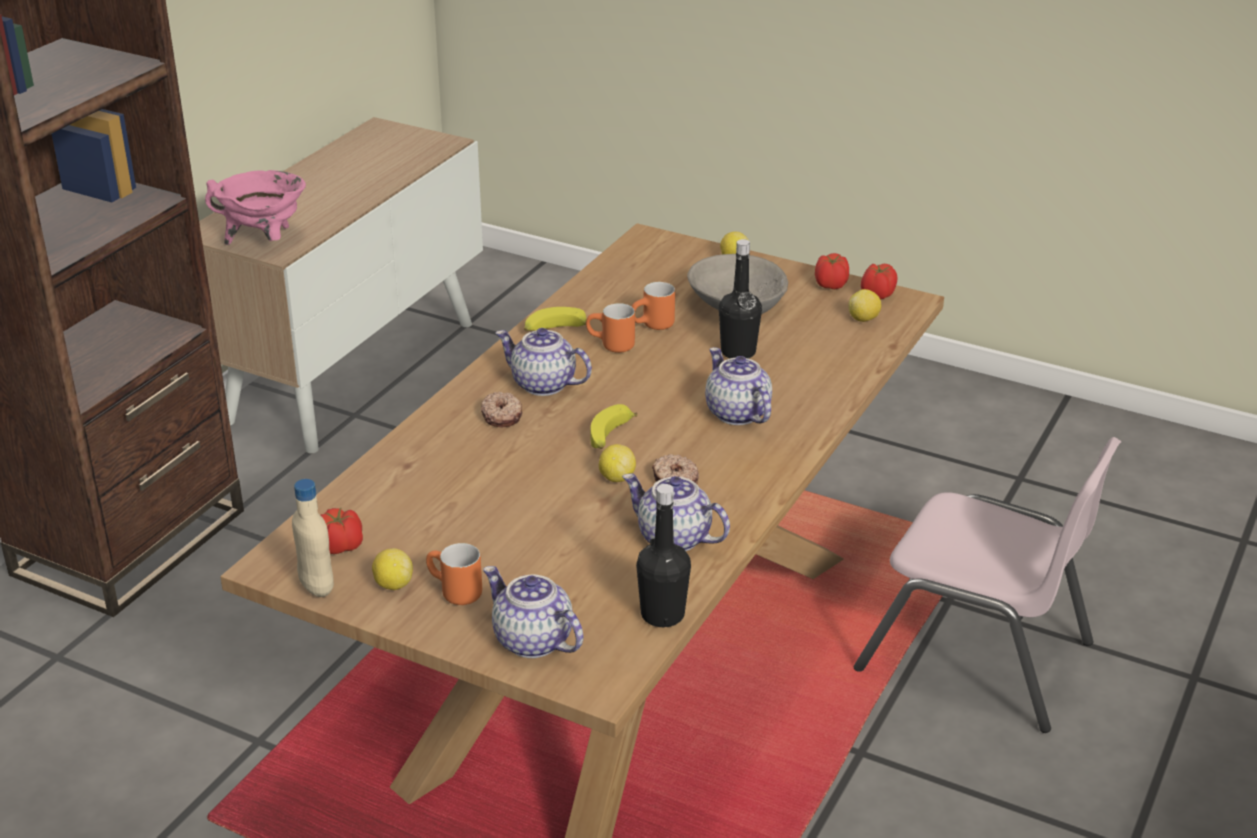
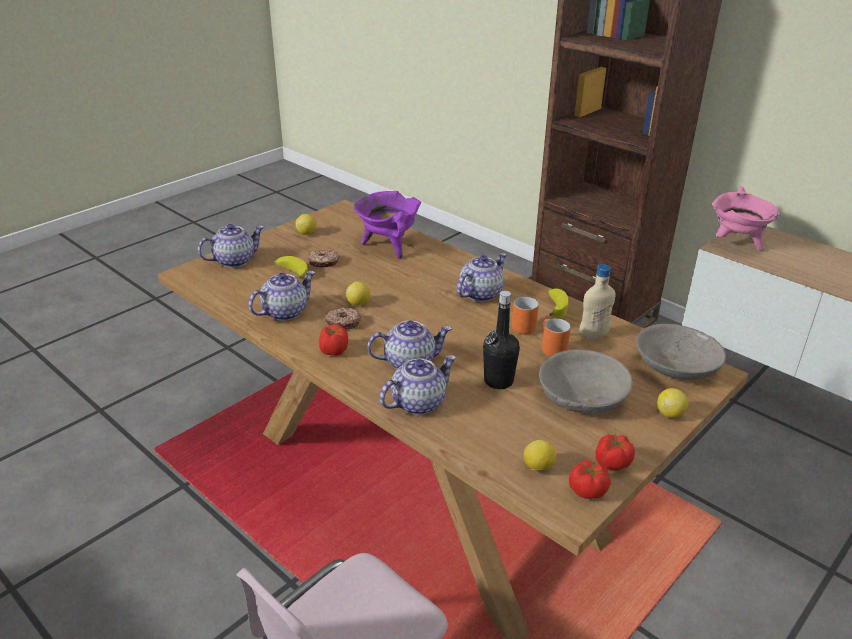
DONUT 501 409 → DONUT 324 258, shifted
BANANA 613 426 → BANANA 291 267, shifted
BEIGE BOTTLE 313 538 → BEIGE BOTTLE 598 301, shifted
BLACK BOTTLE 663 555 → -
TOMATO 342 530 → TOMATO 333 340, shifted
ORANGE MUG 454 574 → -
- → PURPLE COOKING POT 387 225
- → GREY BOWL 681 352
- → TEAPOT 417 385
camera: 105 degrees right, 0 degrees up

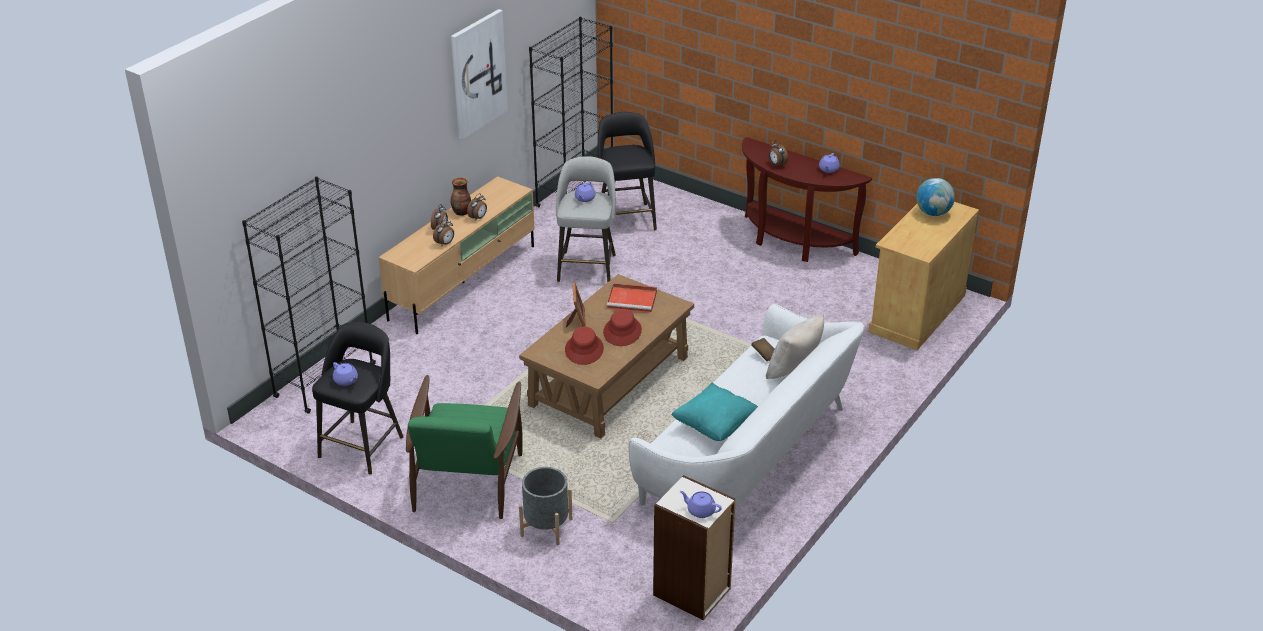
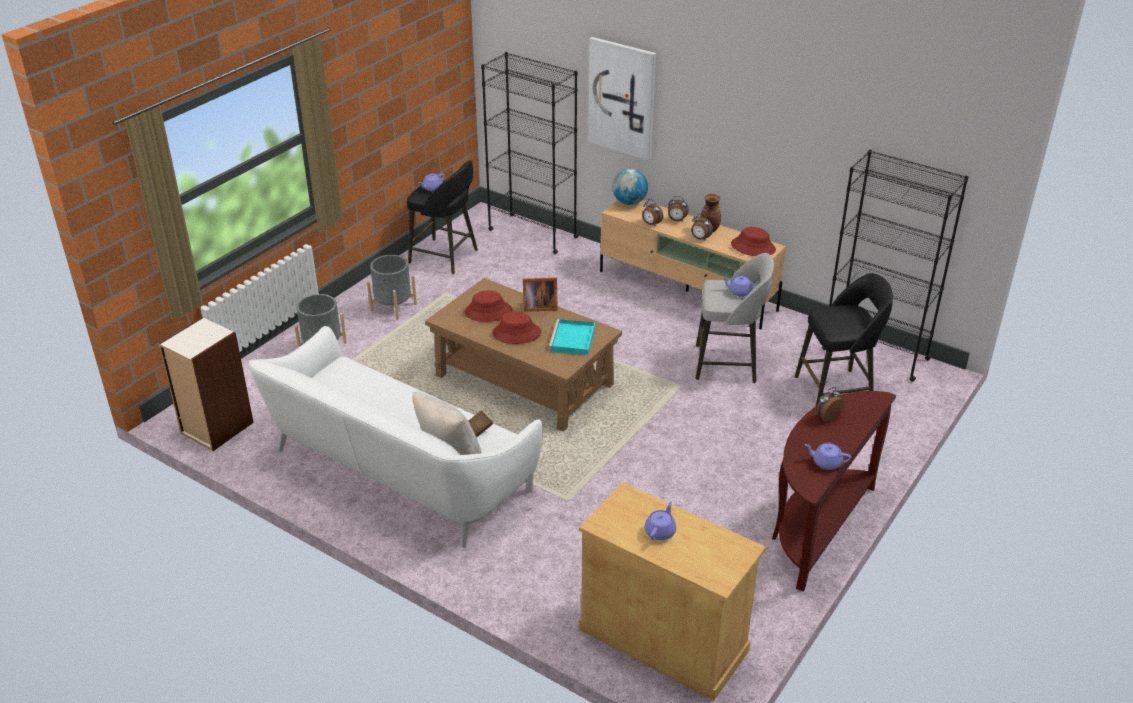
PICTURE 479 74 → PICTURE 622 98, shifted
GLOBE 935 197 → GLOBE 630 187, shifted
RED TRAY 632 298 → TURQUOISE TRAY 572 337
GREEN ARMCHAIR 464 447 → GREY PLANTER 392 287
TURQUOISE PILLOW 714 412 → -
PURPLE TEAPOT 701 504 → PURPLE TEAPOT 660 520, shifted
- → RED HAT 753 241
camera: 90 degrees right, 0 degrees up

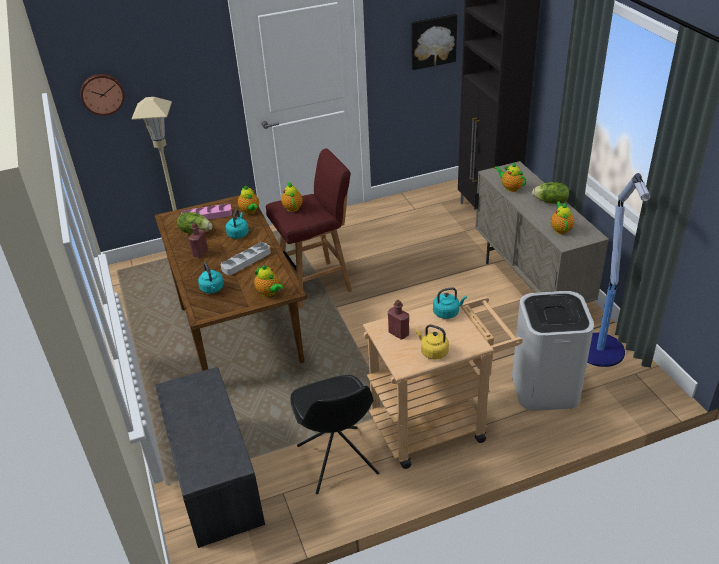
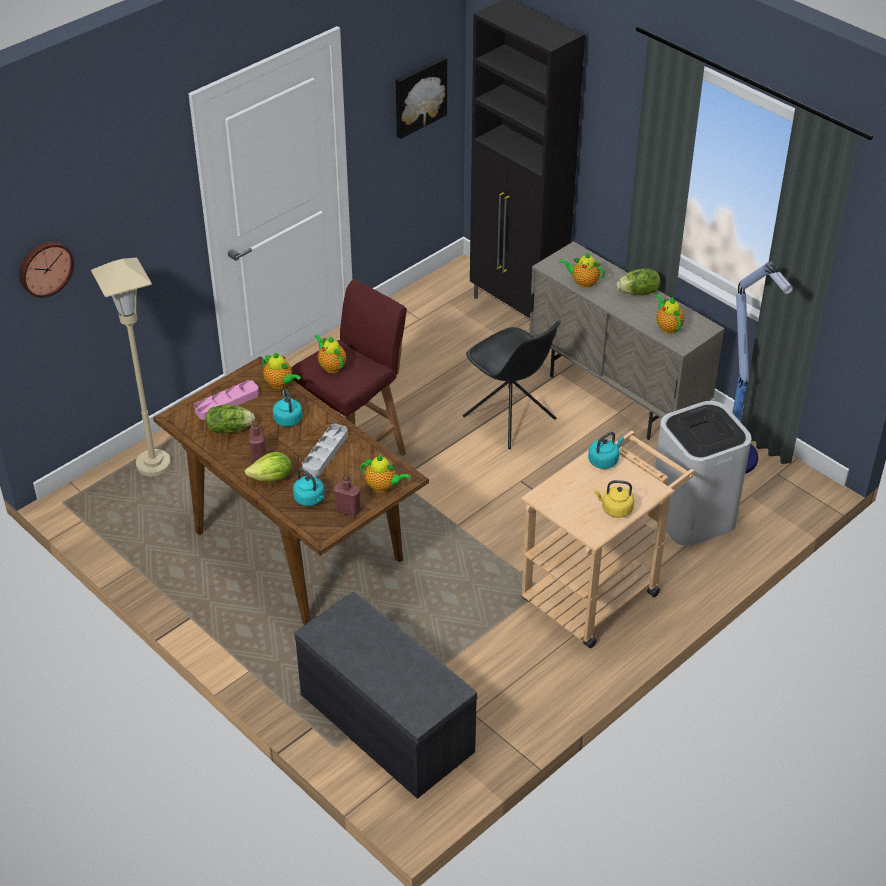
RED BOTTLE 398 320 → RED BOTTLE 347 495, shifted
BLACK CHAIR 334 434 → BLACK CHAIR 512 384, shifted
- → LETTUCE 268 467
camera: 25 degrees left, 5 degrees up

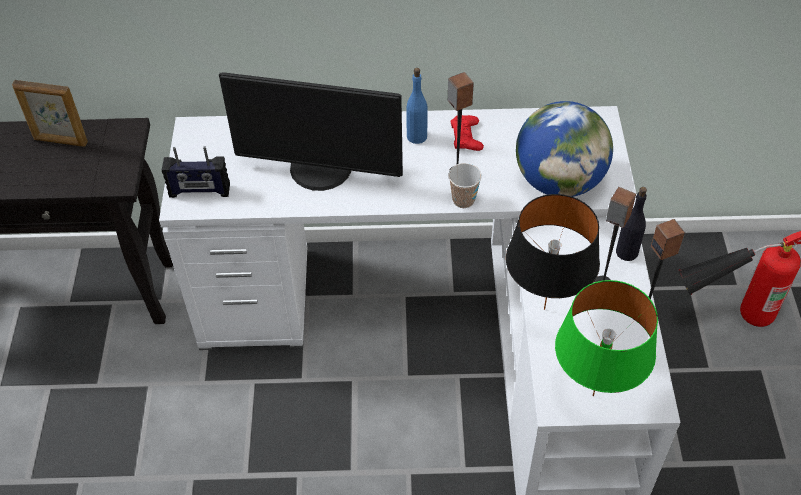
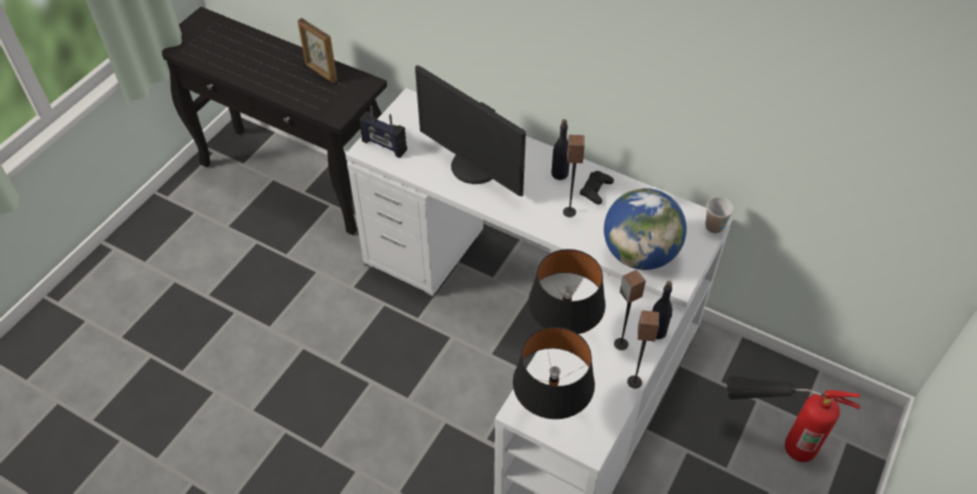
BLUE BOTTLE 417 106 → BLACK BOTTLE 560 149
RED GAME CONTROLLER 467 133 → BLACK GAME CONTROLLER 597 188
CUP 465 185 → CUP 719 215, shifted
GREEN TABLE LAMP 606 338 → BLACK TABLE LAMP 554 373
camera: 30 degrees right, 0 degrees up

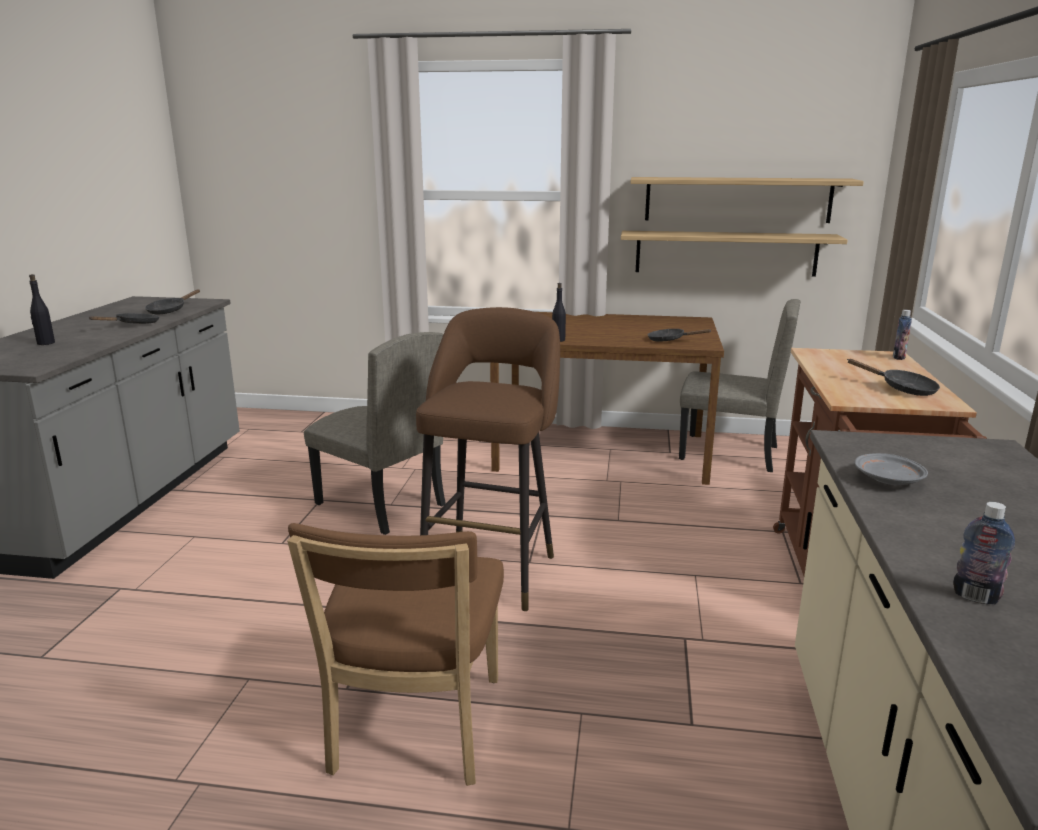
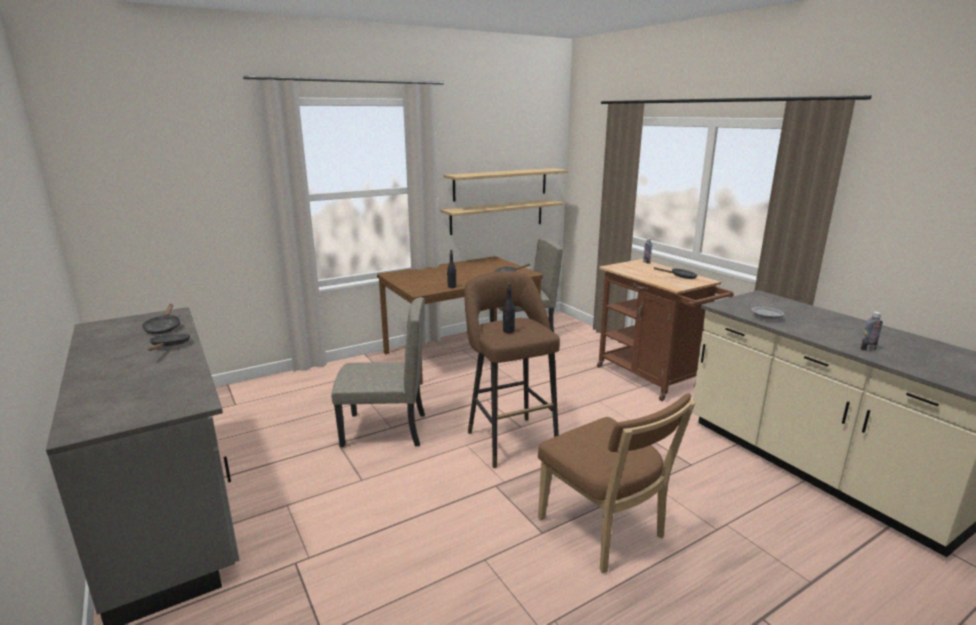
BLACK BOTTLE 42 309 → BLACK BOTTLE 509 308, shifted
camera: 40 degrees left, 0 degrees up

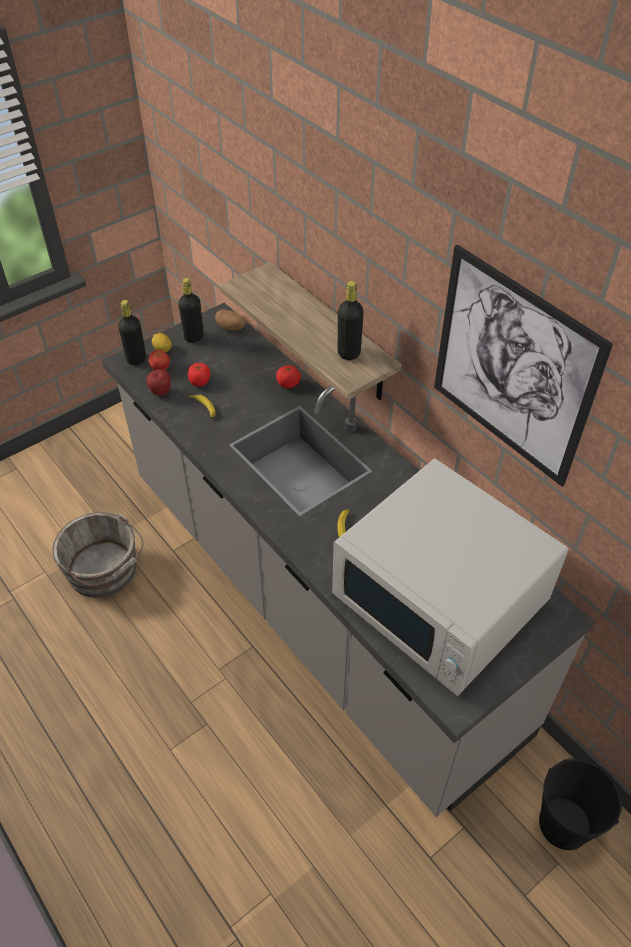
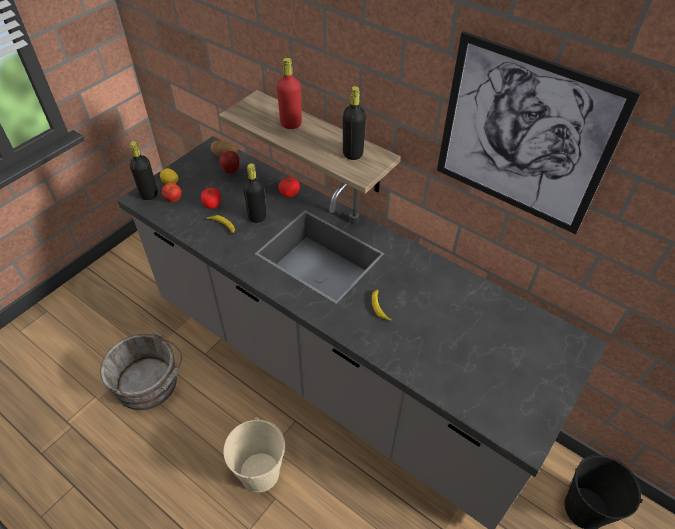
BLACK BOTTLE 191 310 → BLACK BOTTLE 255 193, shifted
APPLE 158 382 → APPLE 229 162, shifted
WHITE MICROWAVE 450 577 → -
- → RED BOTTLE 289 93
- → BEIGE BUCKET 254 455
camera: 15 degrees left, 0 degrees up

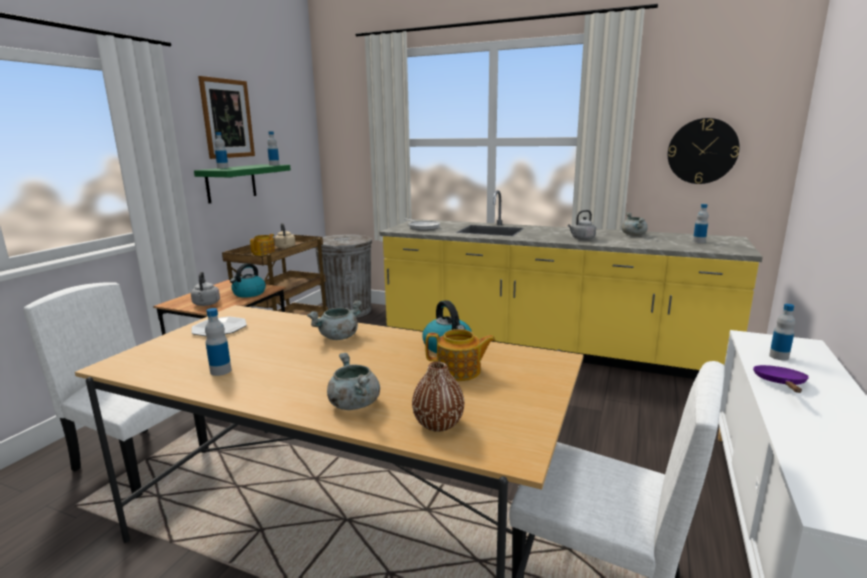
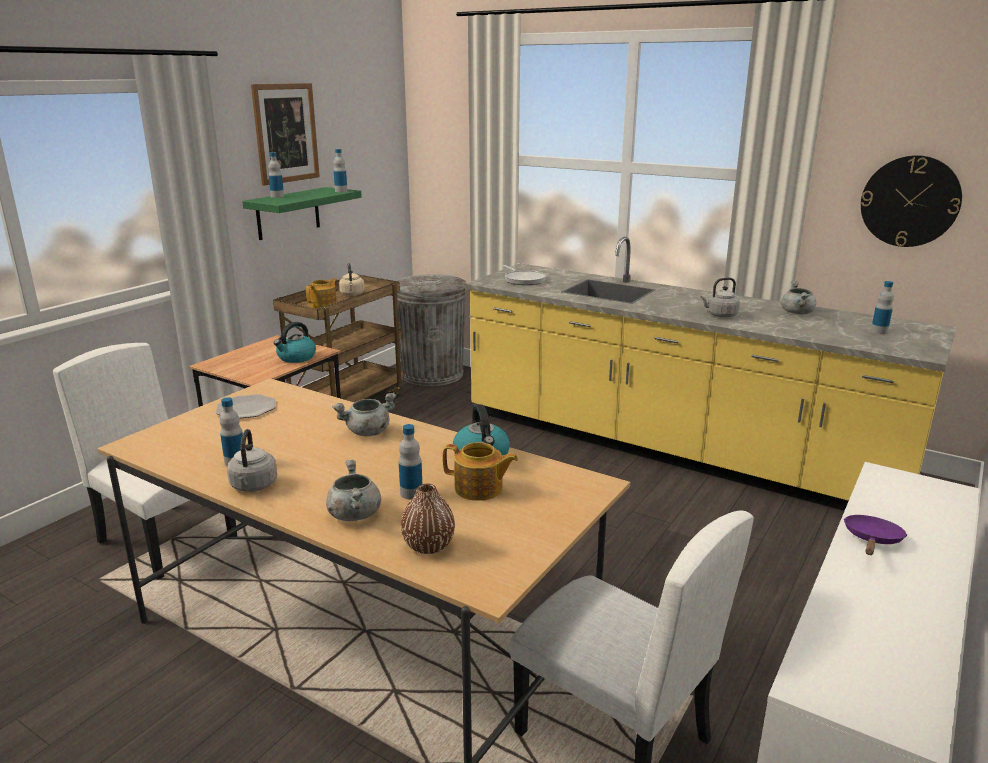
GREY KETTLE 205 289 → GREY KETTLE 252 460, shifted
BOTTLE 782 332 → BOTTLE 410 461, shifted
camera: 10 degrees right, 5 degrees up

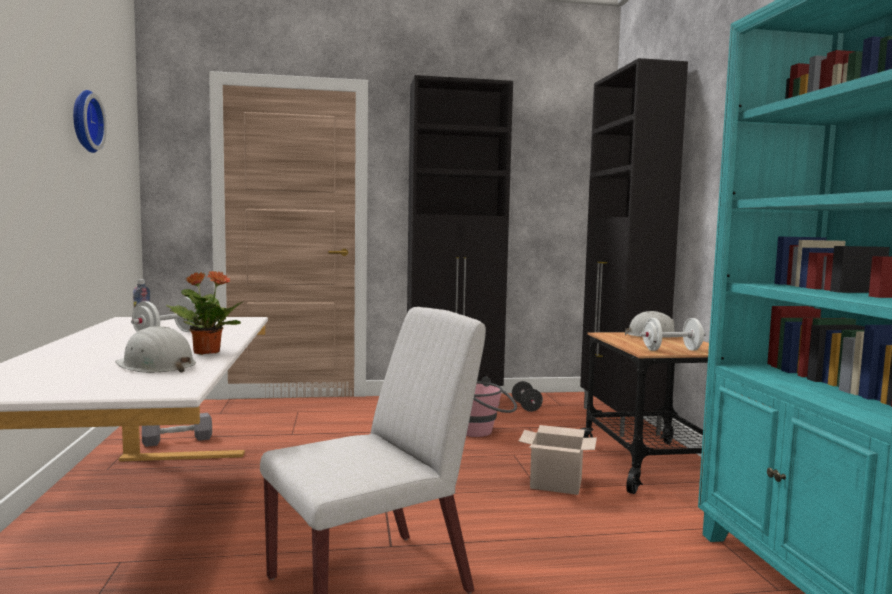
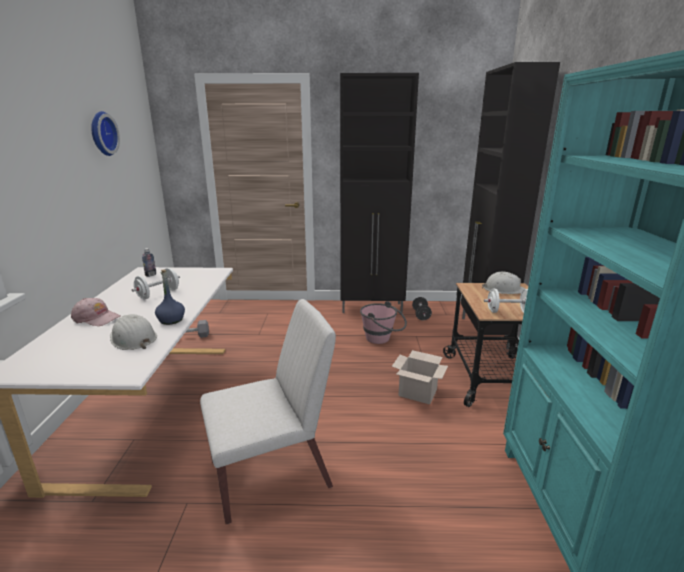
POTTED PLANT 205 313 → BLUE BOTTLE 170 297
- → PINK CAP 95 312
camera: 10 degrees right, 15 degrees up

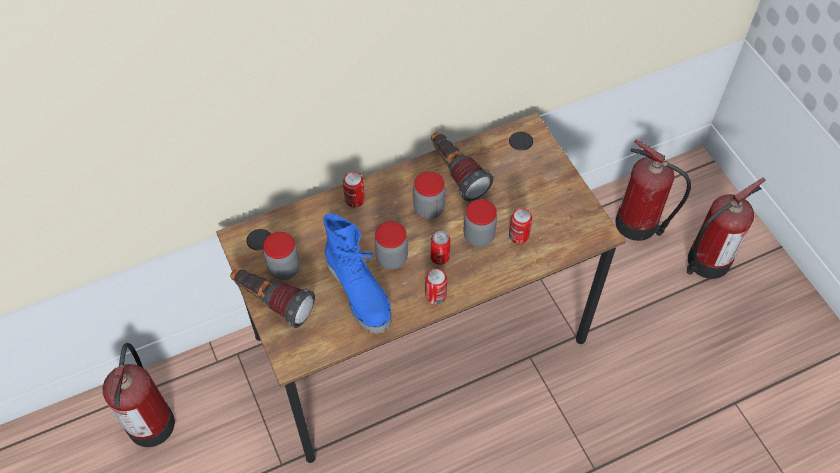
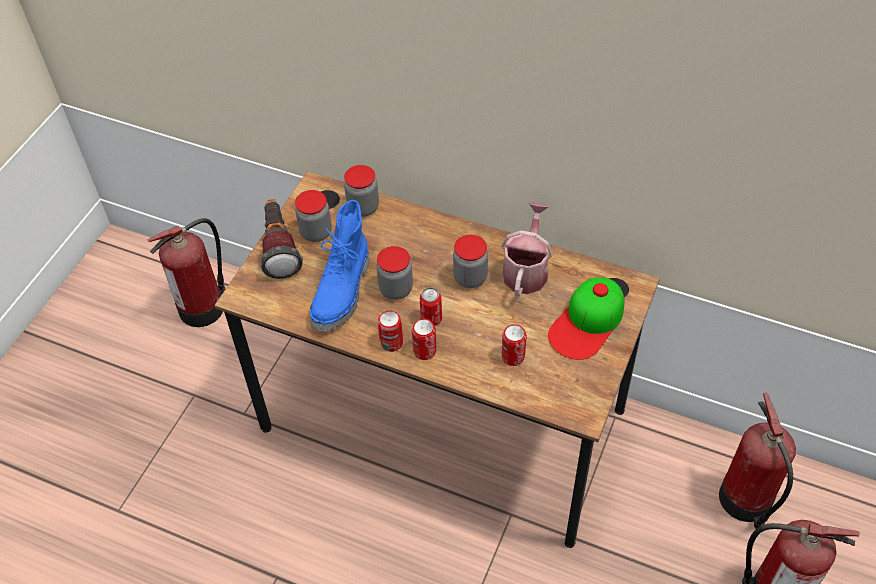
FLASHLIGHT 462 166 → WATERING CAN 527 249
CAN 354 189 → CAN 424 339, shifted
JAR 480 223 → JAR 361 191, shifted
- → CAP 586 319
camera: 50 degrees right, 5 degrees down

